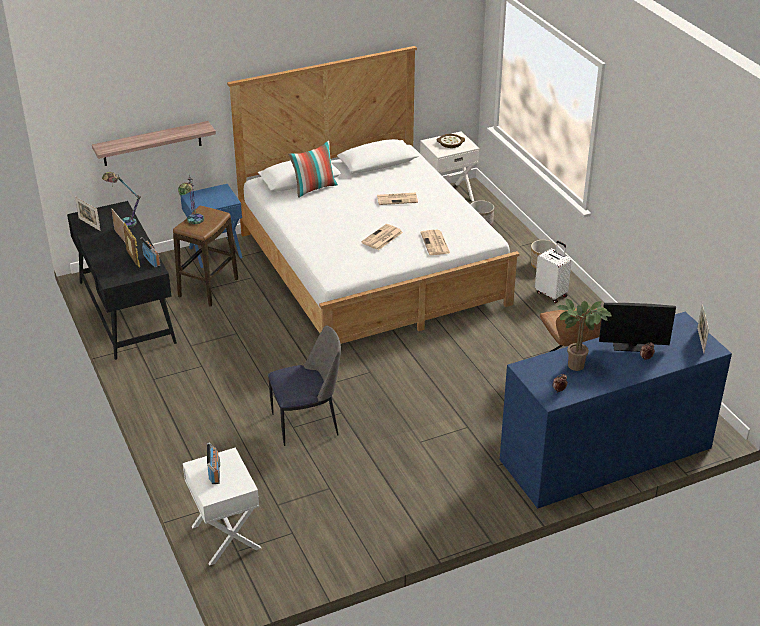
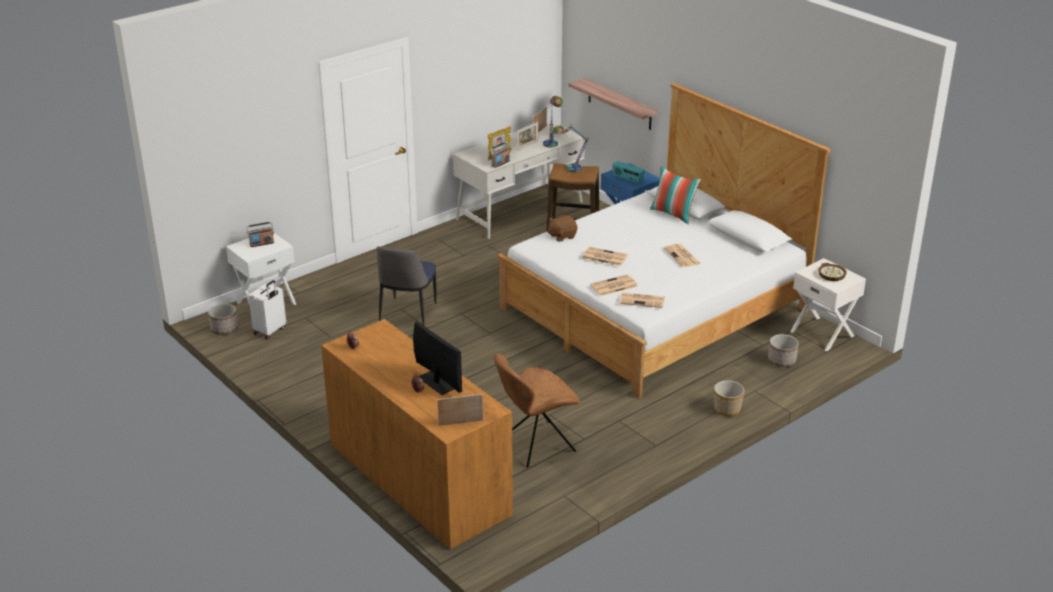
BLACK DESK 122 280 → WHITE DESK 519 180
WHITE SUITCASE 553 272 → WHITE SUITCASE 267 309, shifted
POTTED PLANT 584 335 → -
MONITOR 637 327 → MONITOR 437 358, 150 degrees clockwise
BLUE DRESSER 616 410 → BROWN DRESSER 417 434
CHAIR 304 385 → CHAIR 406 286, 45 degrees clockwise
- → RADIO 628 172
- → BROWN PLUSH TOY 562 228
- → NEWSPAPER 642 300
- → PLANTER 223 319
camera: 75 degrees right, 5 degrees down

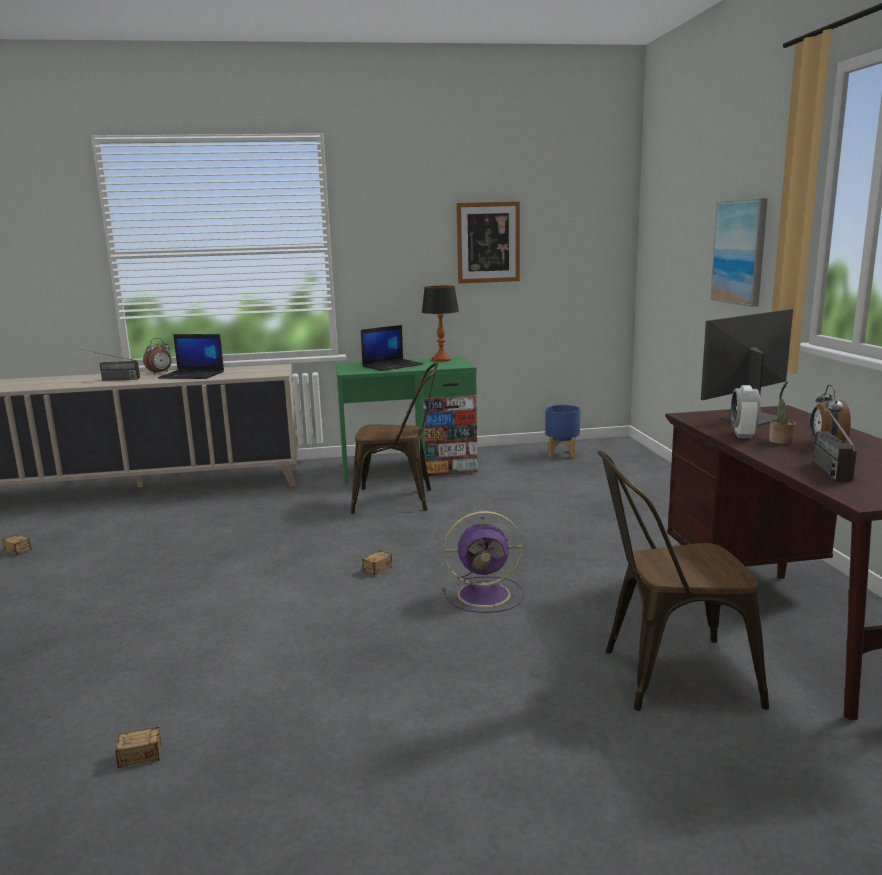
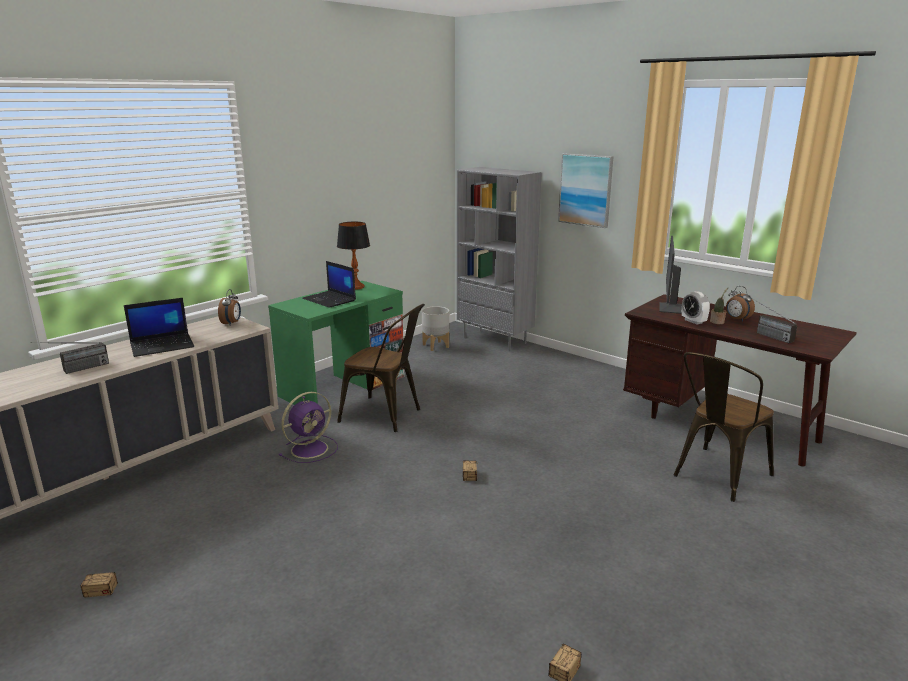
PICTURE 488 242 → -
LAPTOP 392 348 → LAPTOP 329 284, 120 degrees clockwise
ALARM CLOCK 157 356 → ALARM CLOCK 229 307, shifted
BROWN CHAIR 394 438 → BROWN CHAIR 381 368, 60 degrees clockwise
BLUE PLANTER 562 431 → GREY PLANTER 435 328
PURPLE FAN 483 562 → PURPLE FAN 308 427, shifted
- → GREY BOOKCASE 499 259
camera: 40 degrees left, 5 degrees up

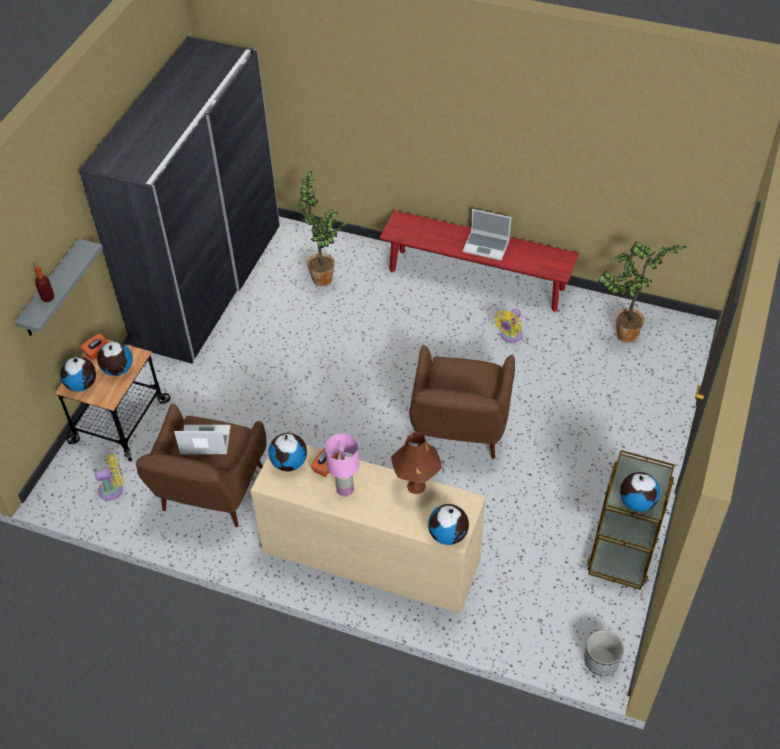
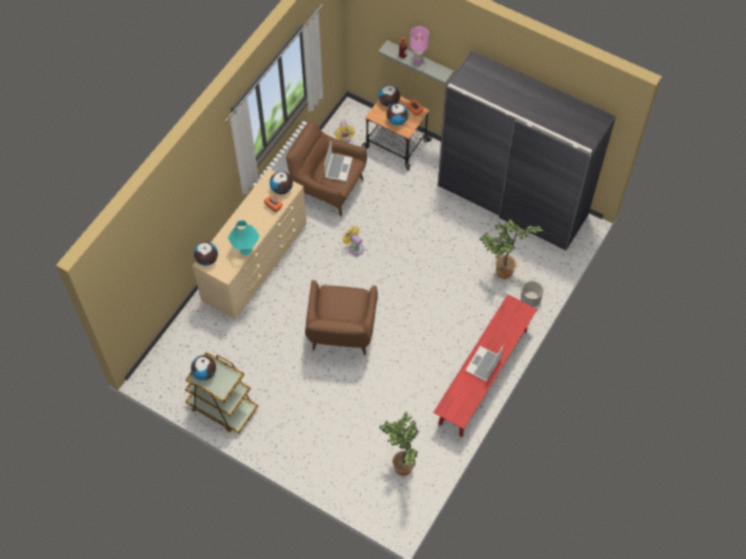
YELLOW FAN 509 326 → YELLOW FAN 353 241, shifted
BROWN ARMCHAIR 462 402 → BROWN ARMCHAIR 341 317, 105 degrees counterclockwise
BROWN TABLE LAMP 416 463 → TURQUOISE TABLE LAMP 244 237
PINK TABLE LAMP 342 465 → PINK TABLE LAMP 419 45, shifted
PLANTER 604 653 → PLANTER 532 294, shifted
camera: 100 degrees right, 10 degrees up

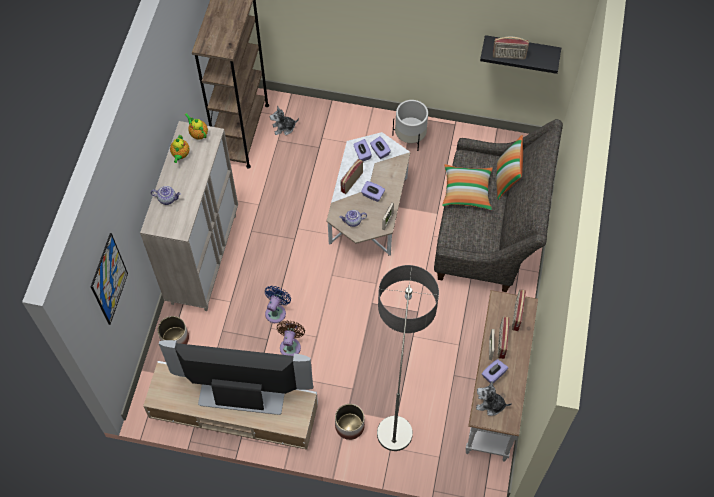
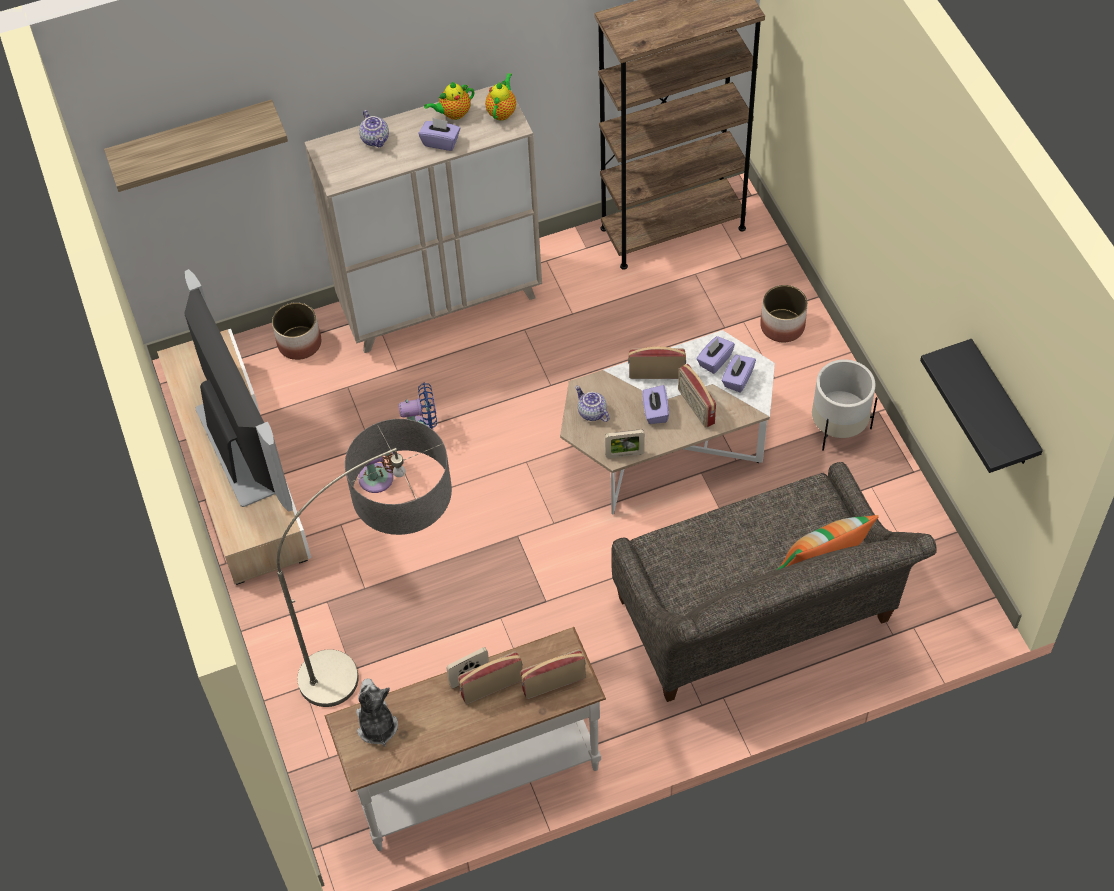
RADIO 511 48 → RADIO 697 396, shifted
PLUSH TOY 284 120 → -
PILLOW 467 187 → -
PICTURE 109 279 → SHELF 196 145
PURPLE TISSUE BOX 495 371 → PURPLE TISSUE BOX 439 134, shifted
PLANTER 350 422 → PLANTER 784 313, shifted
camera: 60 degrees right, 5 degrees down

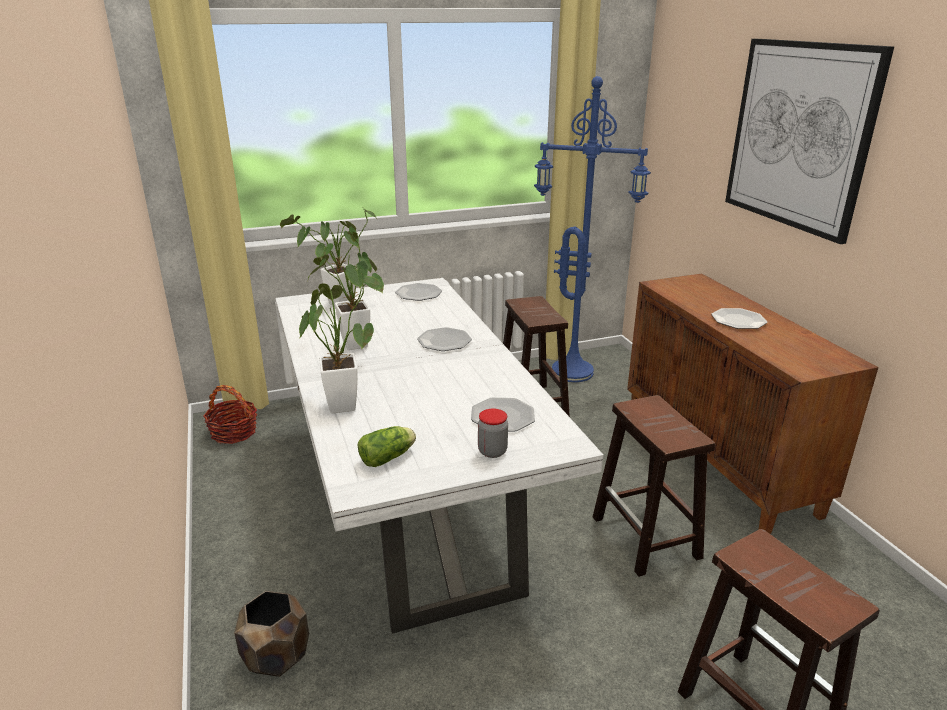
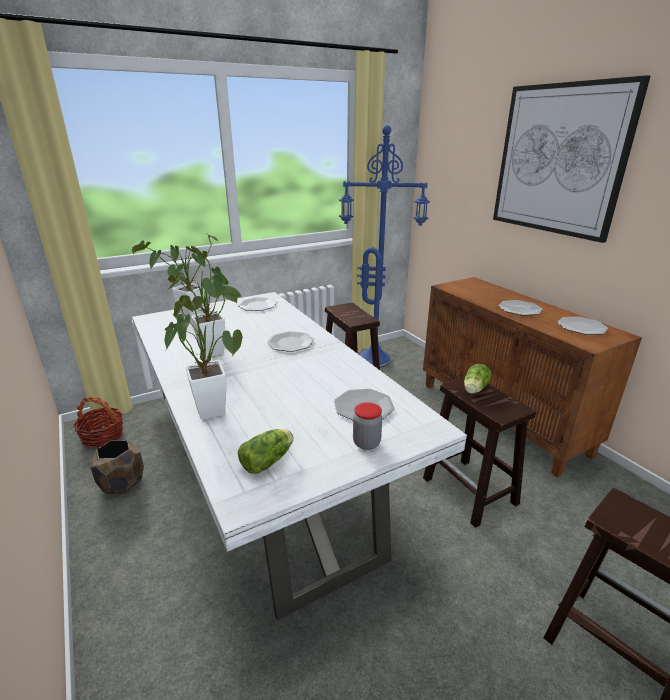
BROWN PLANTER 271 634 → BROWN PLANTER 117 467, shifted
- → PLATE 582 326
- → LETTUCE 478 379
camera: 10 degrees left, 0 degrees up

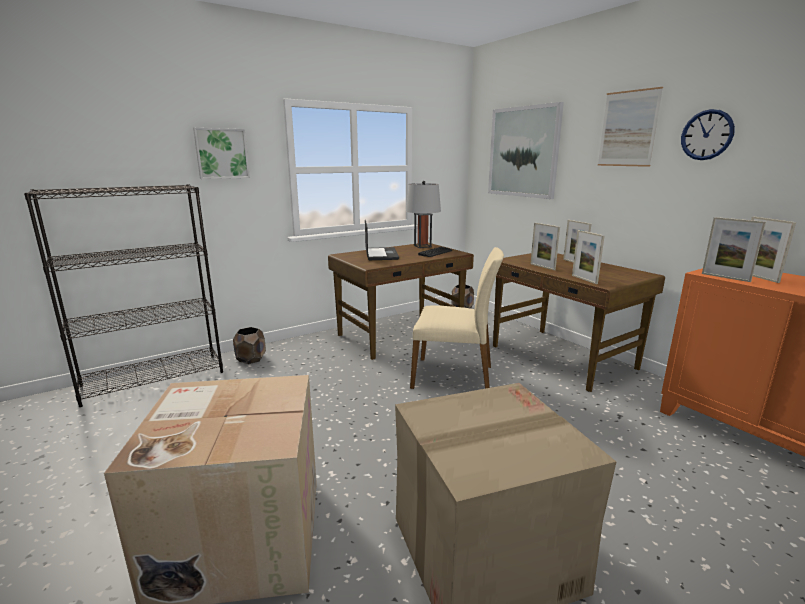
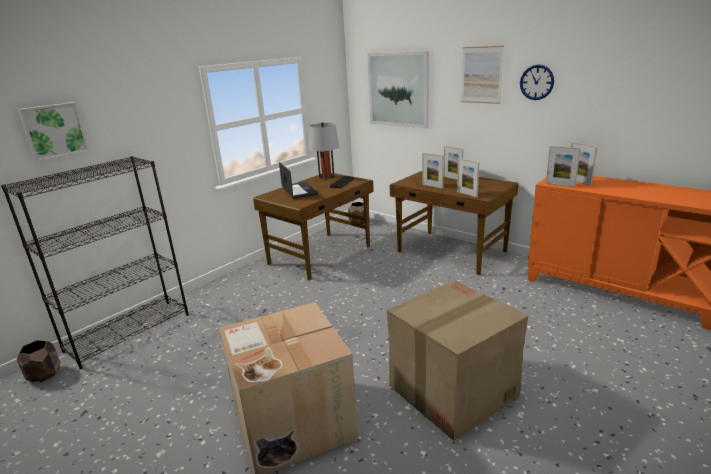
PICTURE 221 153 → PICTURE 53 131, shifted
BEIGE CHAIR 457 318 → -
BROWN PLANTER 249 345 → BROWN PLANTER 39 361, shifted
camera: 15 degrees left, 5 degrees up

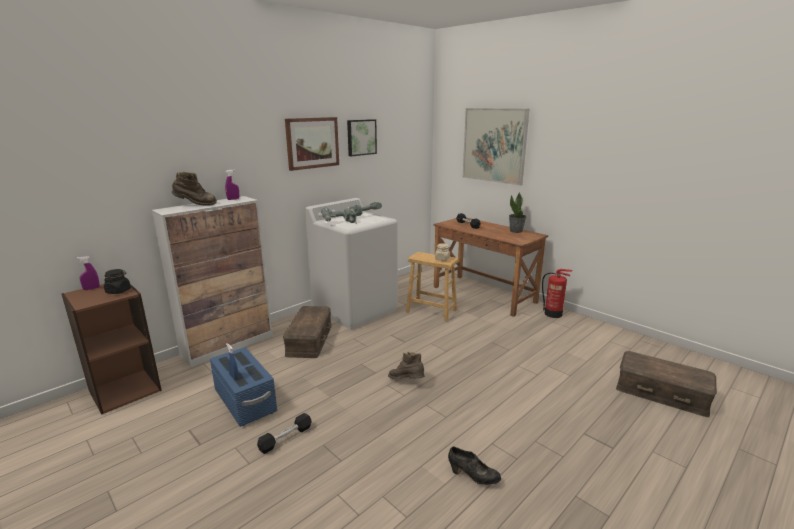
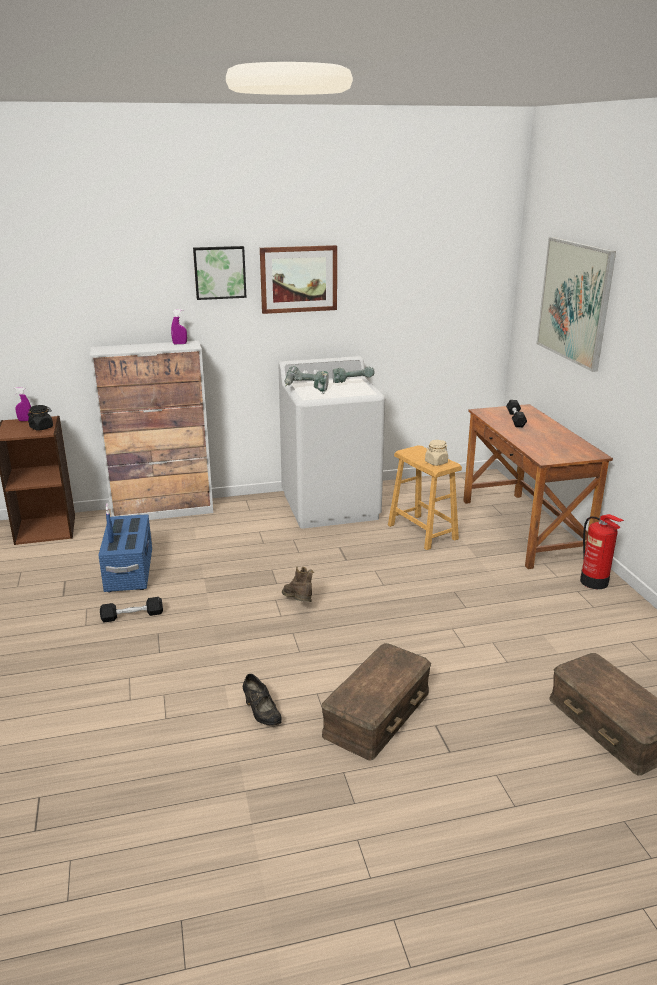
PICTURE 362 137 → PICTURE 220 273, shifted
BROWN BOOT 194 189 → -
POTTED PLANT 518 212 → -
BROWN STORAGE BOX 307 332 → BROWN STORAGE BOX 376 702, shifted
camera: 30 degrees right, 5 degrees up

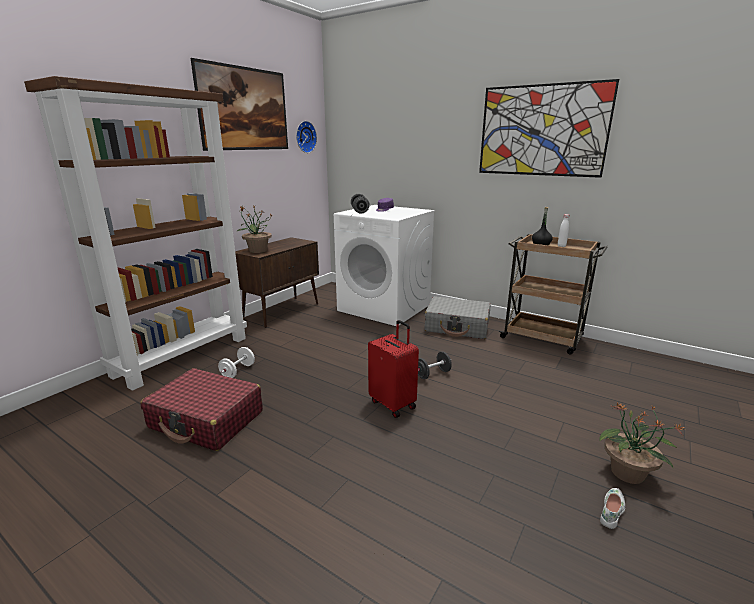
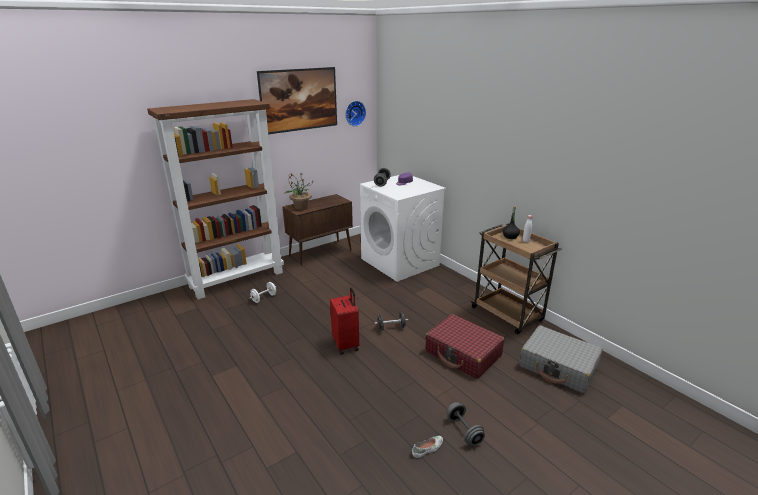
PICTURE 549 128 → -
GREY SUITCASE 458 317 → GREY SUITCASE 561 359, shifted
RED SUITCASE 202 409 → RED SUITCASE 464 346, shifted
POTTED PLANT 642 443 → GREY DUMBBELL 466 424
camera: 20 degrees right, 5 degrees up

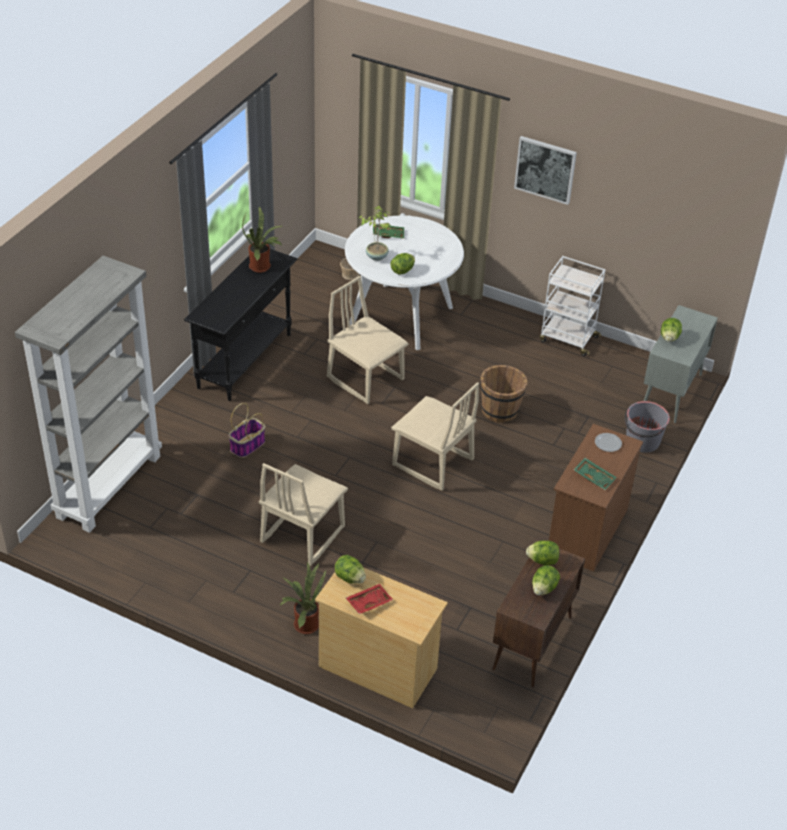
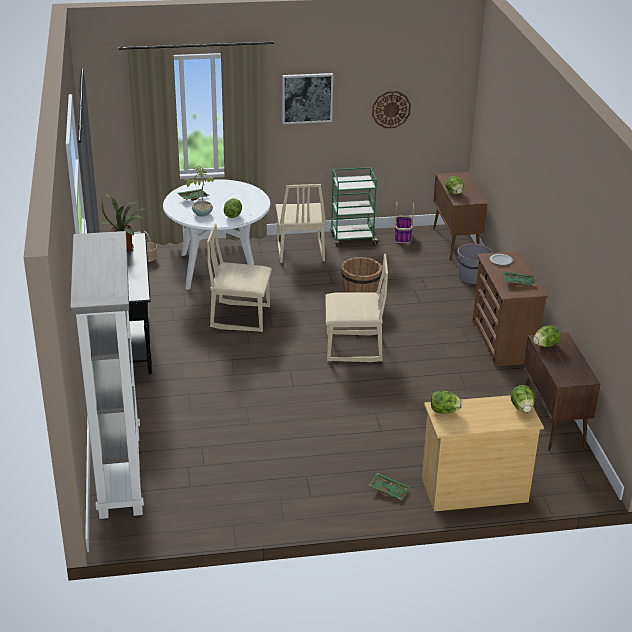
WHITE CART 572 306 → GREEN CART 354 207
GREY CABINET 681 364 → BROWN CABINET 460 216
BASKET 246 430 → BASKET 404 223, shifted
BEIGE CHAIR 303 514 → BEIGE CHAIR 301 223, shifted
POTTED PLANT 303 598 → GREEN TRAY 389 486
LETTUCE 546 580 → LETTUCE 523 398, shifted
RED TRAY 369 599 → -
- → WALL CLOCK 391 109
camera: 35 degrees left, 10 degrees down

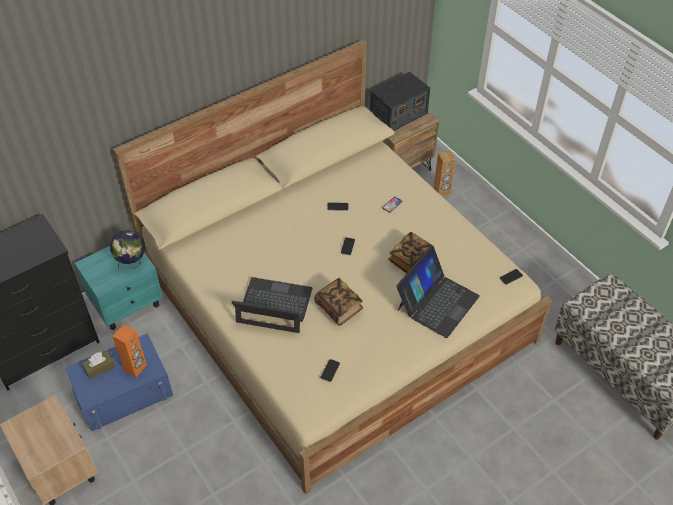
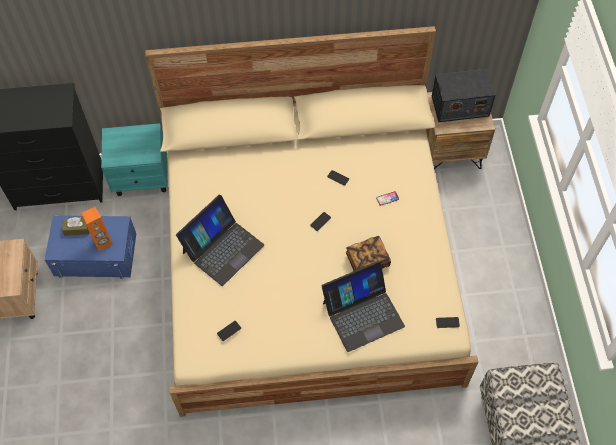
BROWN SPEAKER 445 173 → -
GLOBE 127 249 → -
LAPTOP 272 305 → LAPTOP 220 240, 90 degrees clockwise
BOOK 338 302 → -
camera: 30 degrees right, 10 degrees up

